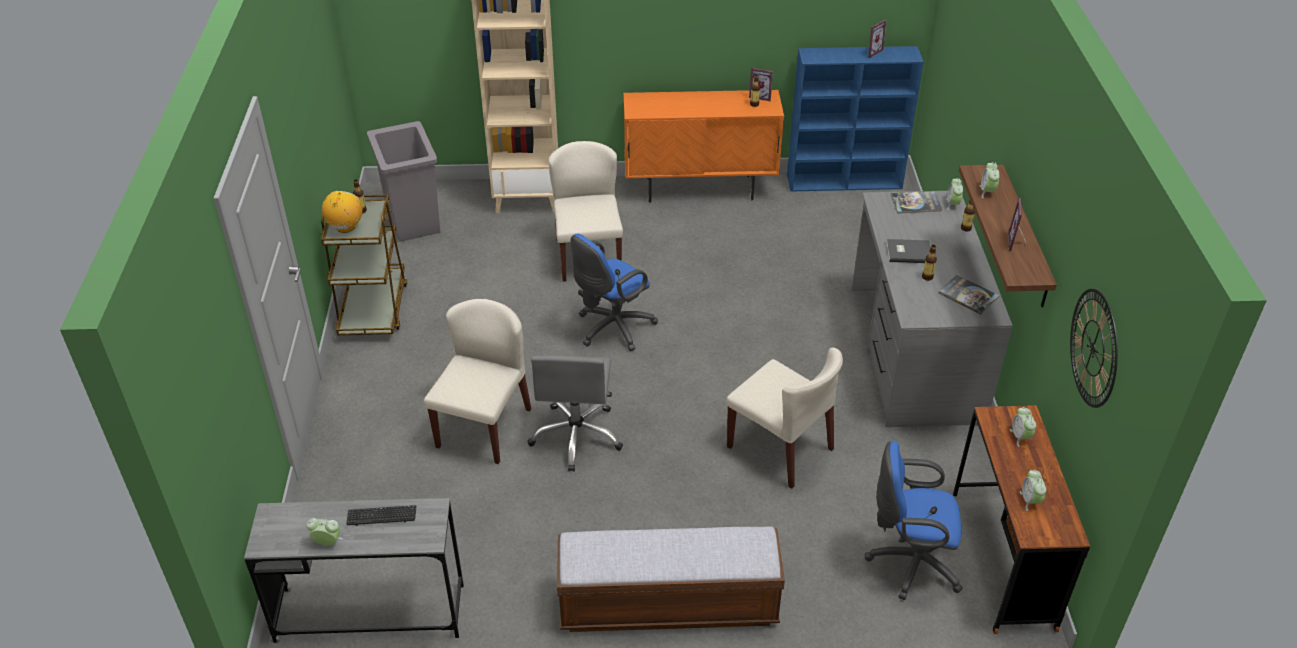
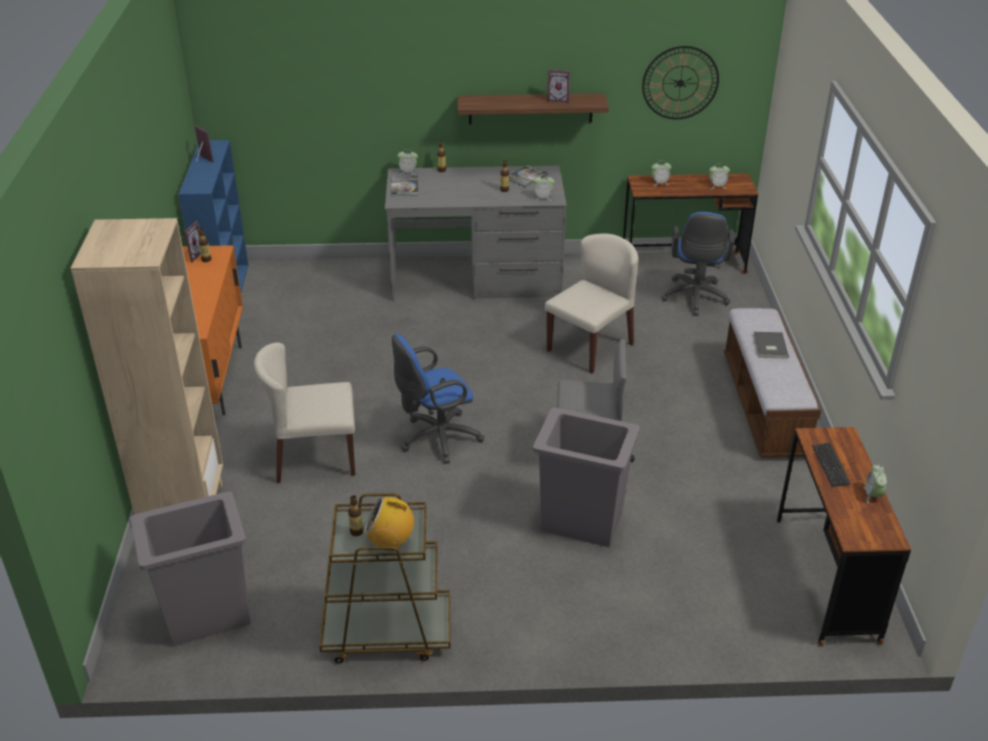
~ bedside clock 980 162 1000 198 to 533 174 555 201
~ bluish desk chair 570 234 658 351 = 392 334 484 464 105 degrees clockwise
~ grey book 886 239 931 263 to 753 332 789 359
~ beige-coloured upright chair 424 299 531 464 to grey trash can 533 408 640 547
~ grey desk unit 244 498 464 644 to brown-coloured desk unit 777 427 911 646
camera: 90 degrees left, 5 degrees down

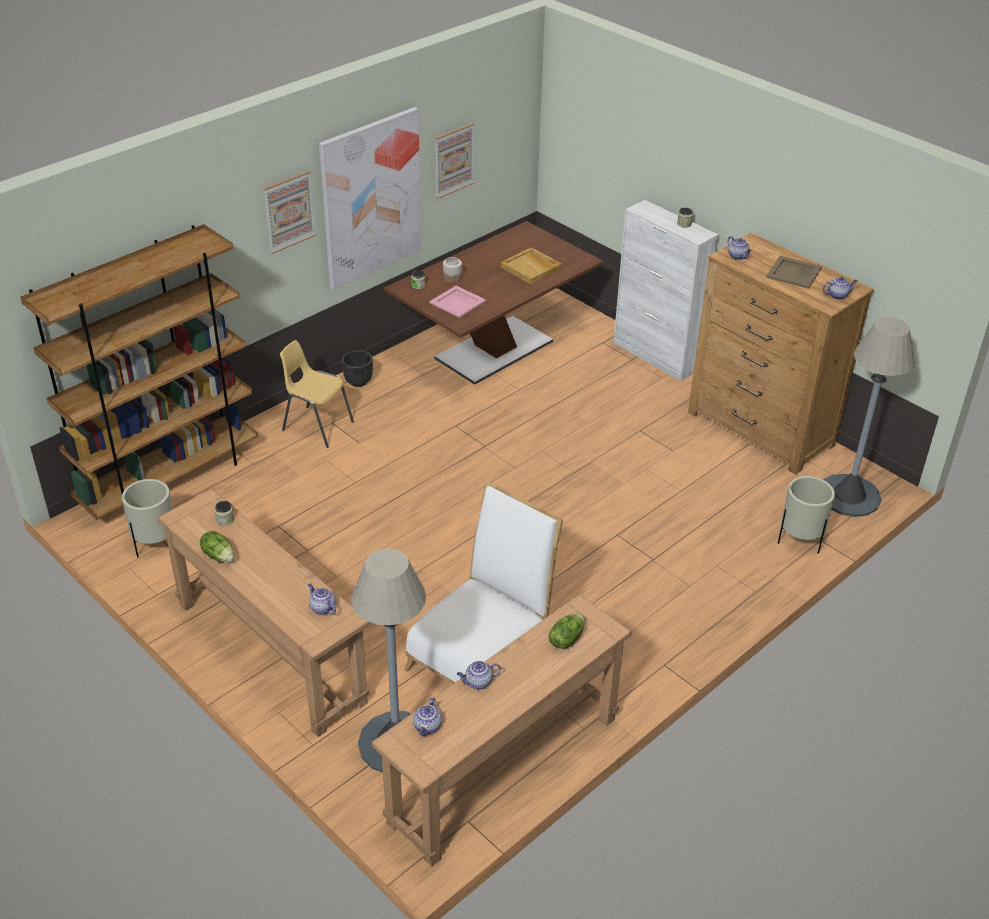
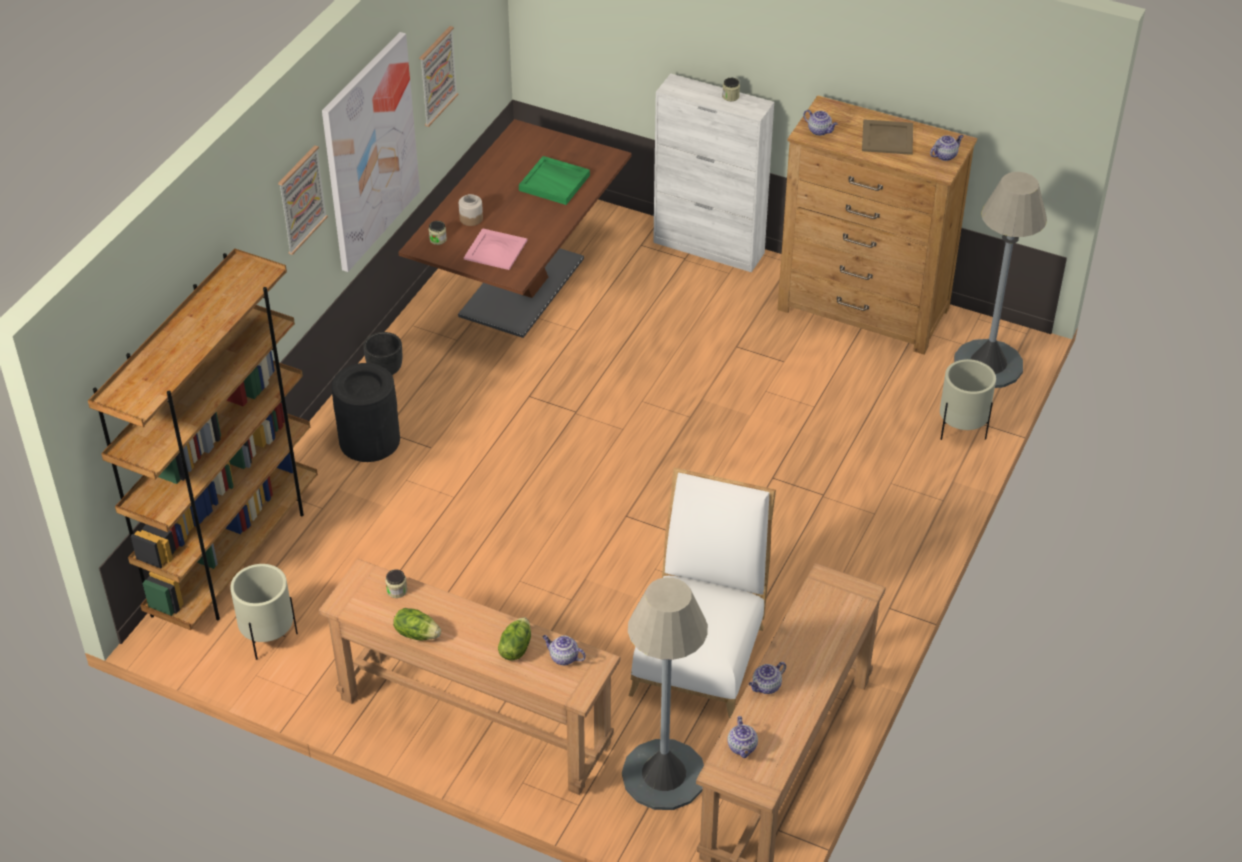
~ beige-coloured carrying tray 500 247 562 284 to green carrying tray 519 156 590 205
~ yellow-coloured upright chair 280 340 354 448 to blackish trash can 332 363 400 462
~ lettuce head 549 614 585 649 to 498 617 531 661
camera: 20 degrees left, 5 degrees up

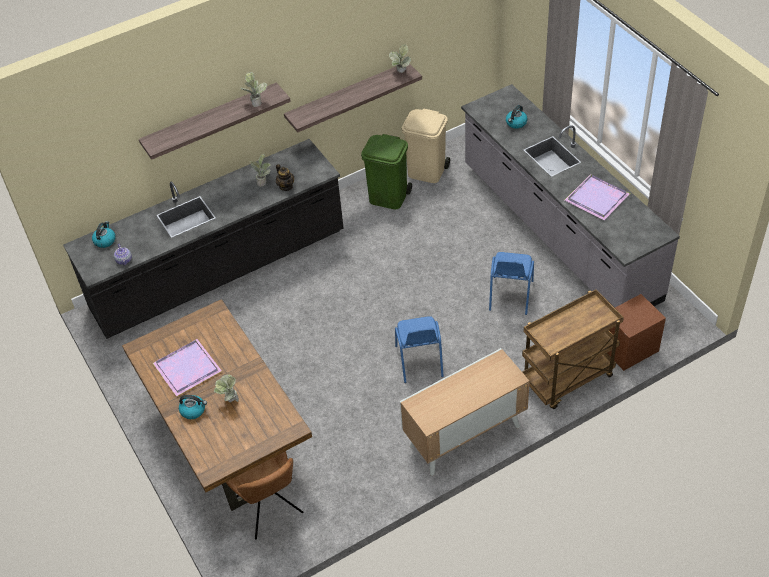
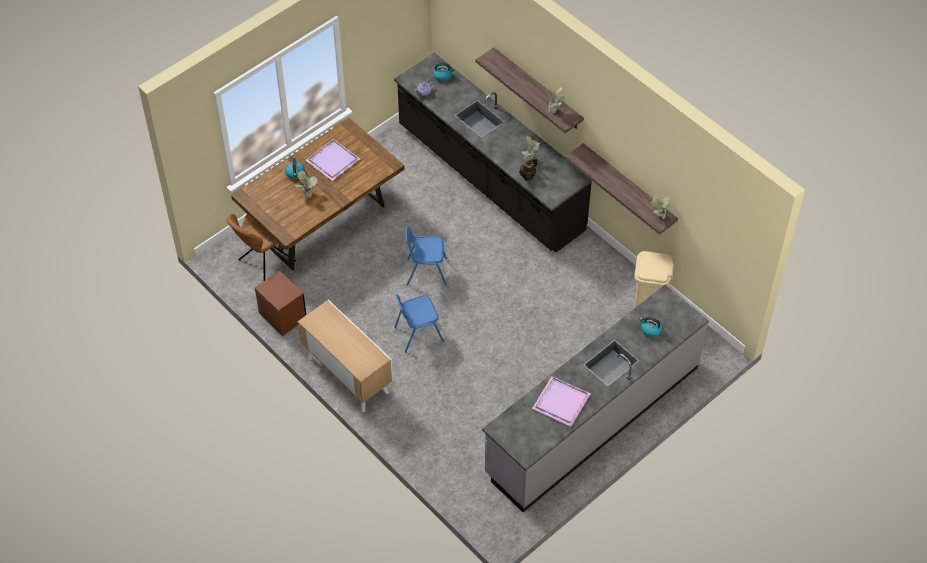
- green trash can 361 134 412 209
~ bluish upright chair 489 252 534 315 to 406 226 447 286
- brown-coloured trolley 522 289 624 409
~ brown-coloured bedside table 608 294 666 371 to 255 270 306 336
camera: 75 degrees right, 5 degrees up

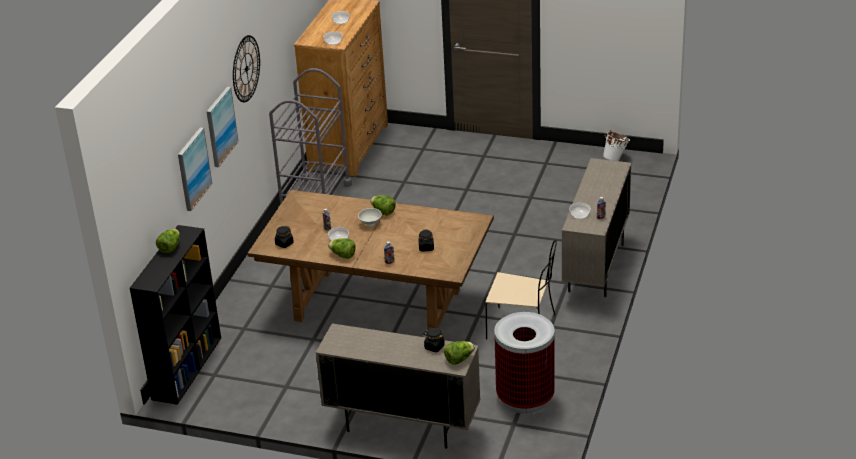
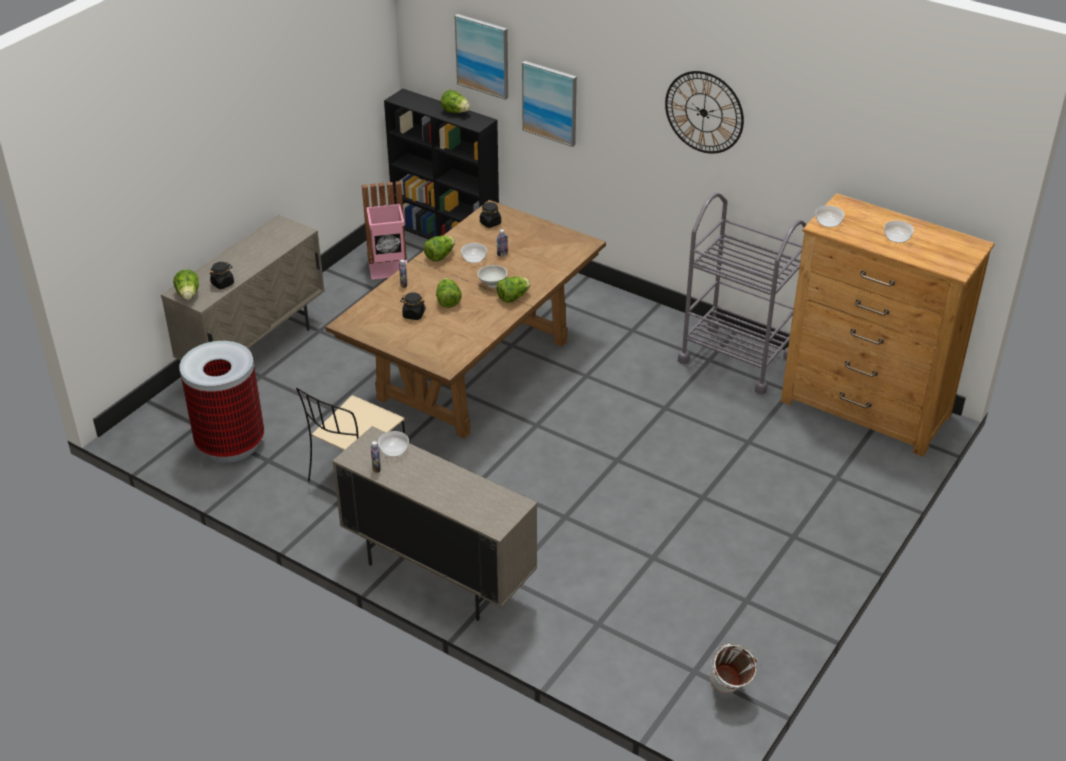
~ wall picture 206 87 239 167 to 455 14 508 100
+ pinkish trash can 362 181 407 280
+ lettuce head 436 278 462 308
camera: 105 degrees right, 5 degrees up

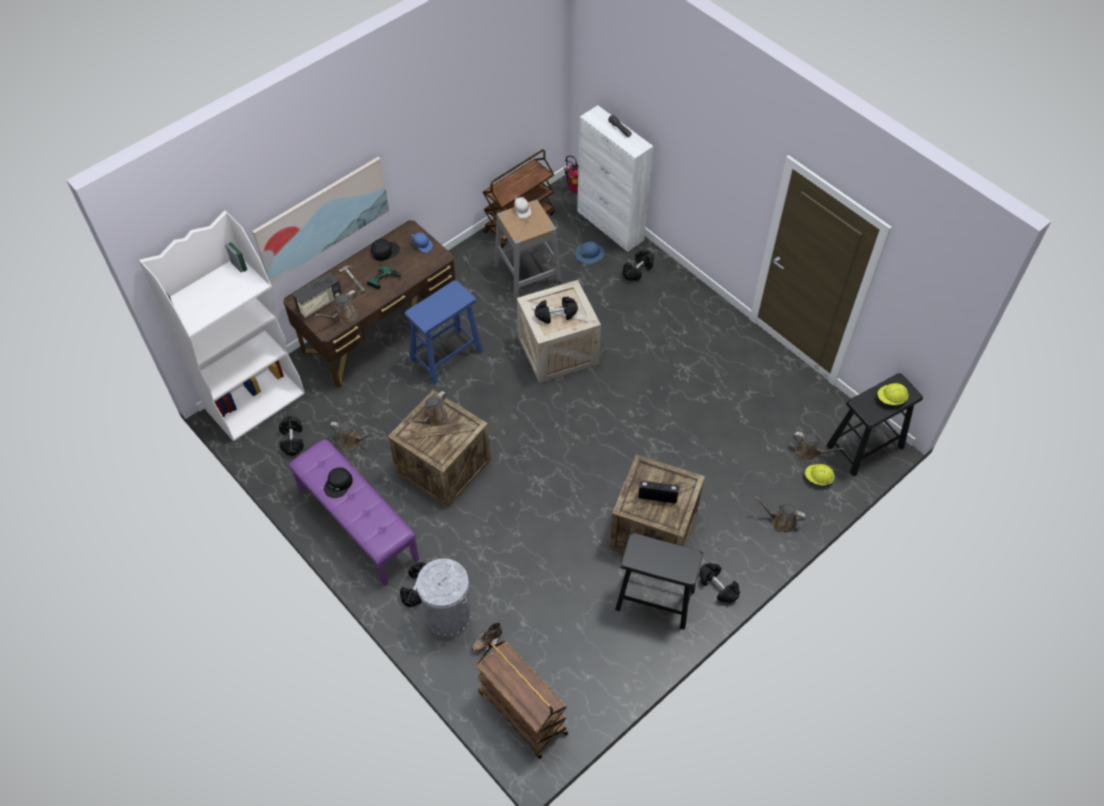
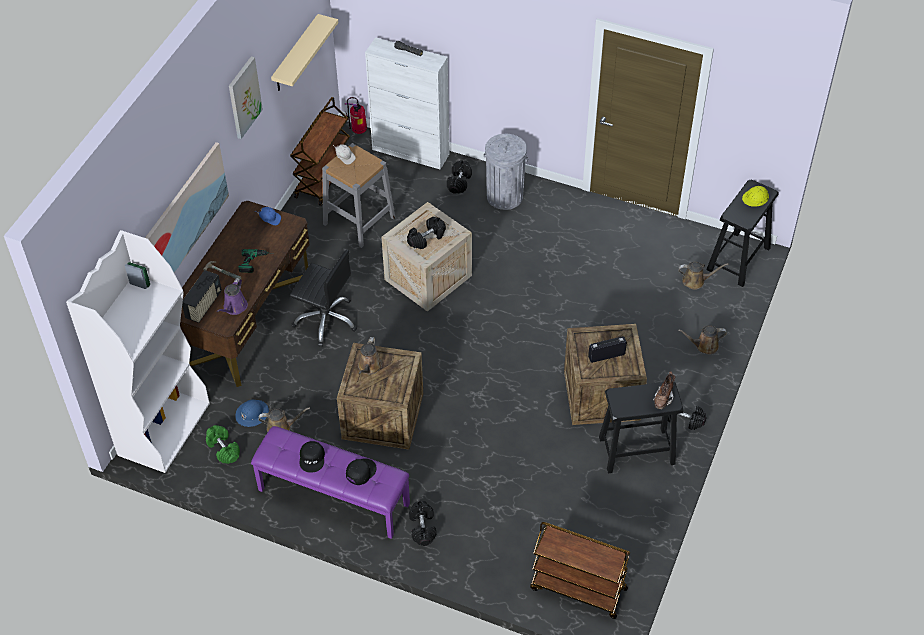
~ blackish cap 371 239 400 261 to 346 458 377 485
~ bluish work helmet 575 241 605 264 to 235 400 269 427
~ bluish stool seat 404 281 483 385 to blackish desk chair 290 250 357 346
~ brown-coloured sprinkling can 315 290 358 324 to purple sprinkling can 217 278 248 315
~ blackish dumbbell 279 416 304 456 to green dumbbell 206 425 240 464
- yellow-coloured work helmet 805 464 835 486
~ grey trash can 417 558 471 637 to 484 134 528 210
~ brown-coloured tall boot 471 621 502 653 to 653 371 675 409
+ beige-coloured shelf 271 14 338 91
+ wall picture 229 56 263 139
camera: 25 degrees left, 5 degrees down

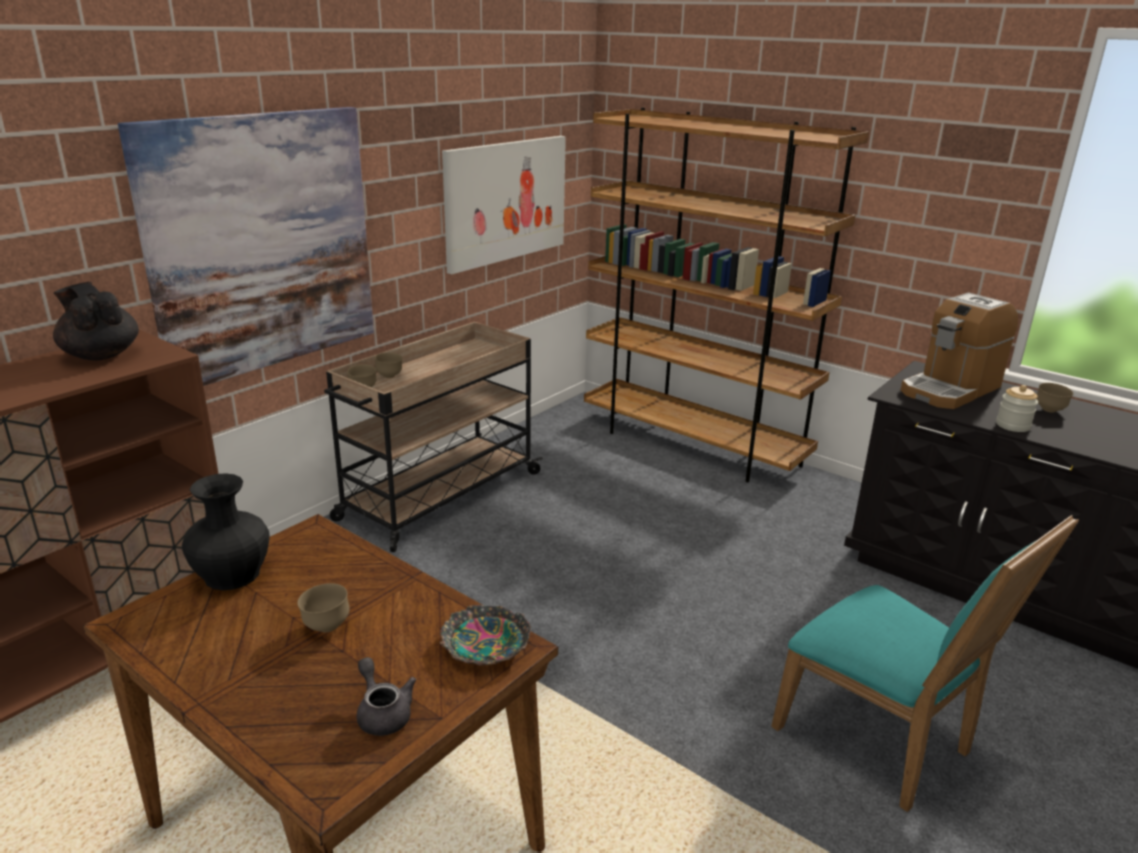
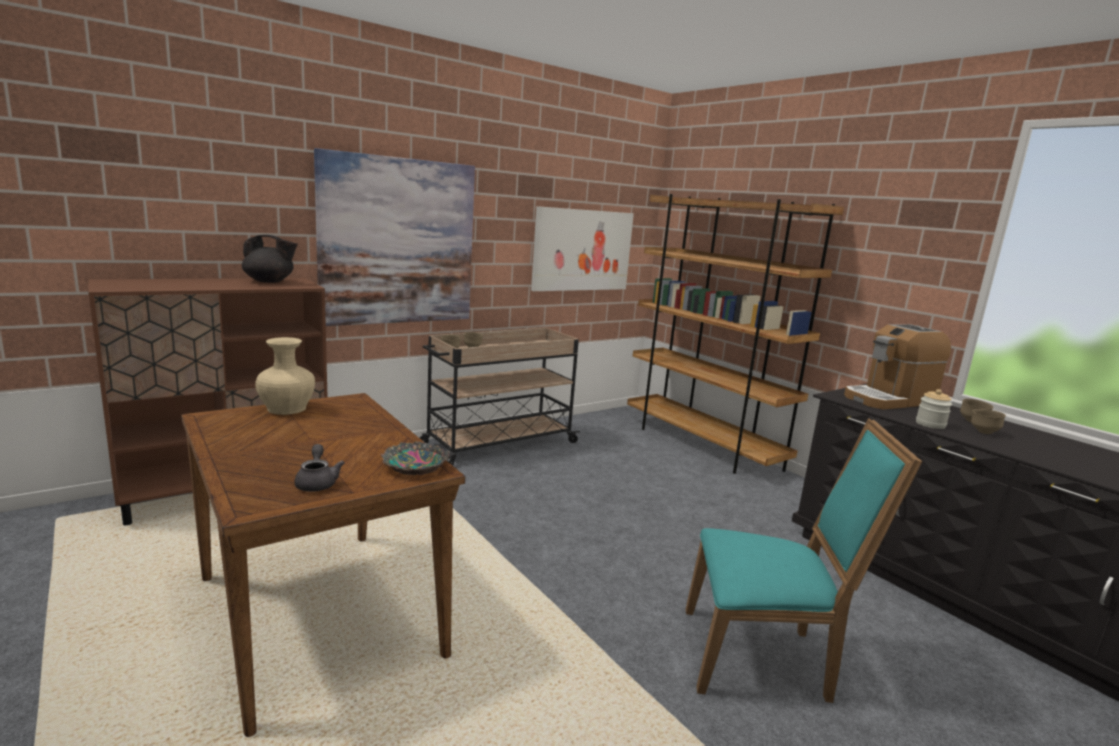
~ blackish pot for tea 53 282 139 360 = 242 235 298 283 120 degrees clockwise
~ blackish vase 182 473 270 590 to beige-coloured vase 255 337 315 415
~ turquoise-coloured upright chair 771 515 1079 812 = 686 418 922 703 60 degrees counterclockwise
~ brown-coloured deep dish 297 583 350 632 to 971 409 1006 434
camera: 15 degrees right, 10 degrees down

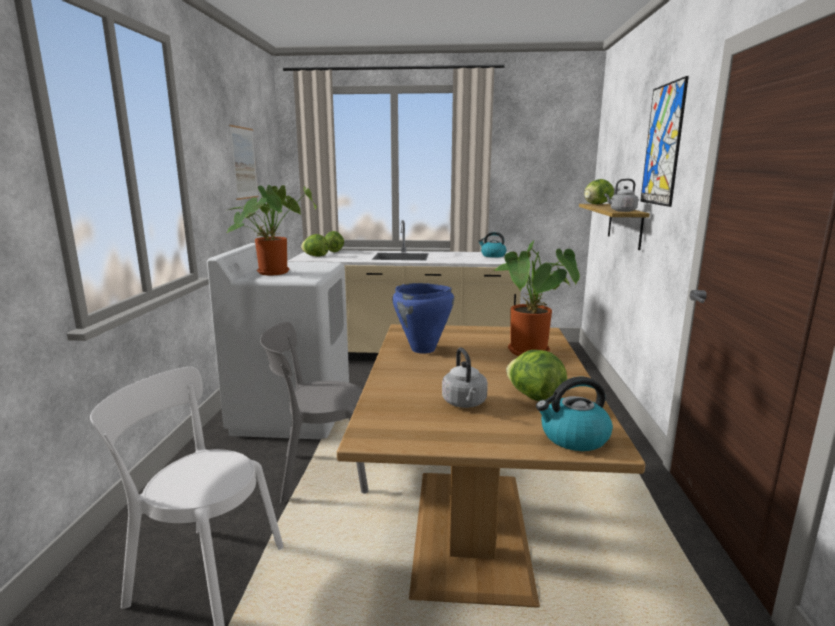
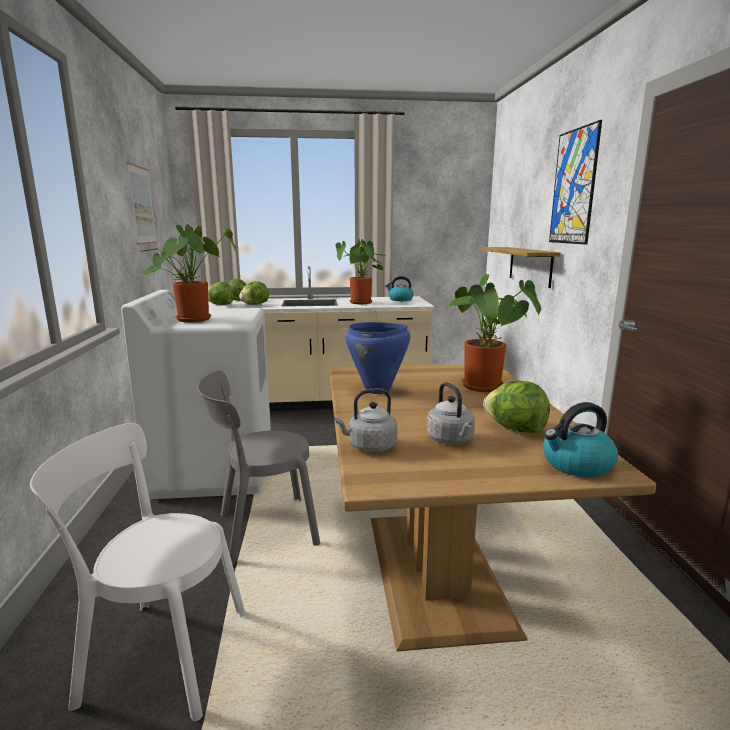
~ lettuce head 584 179 614 204 to 239 281 269 305
~ grey kettle 604 179 638 212 to 334 388 398 452
+ houseplant 335 239 386 304
camera: 10 degrees left, 0 degrees up

